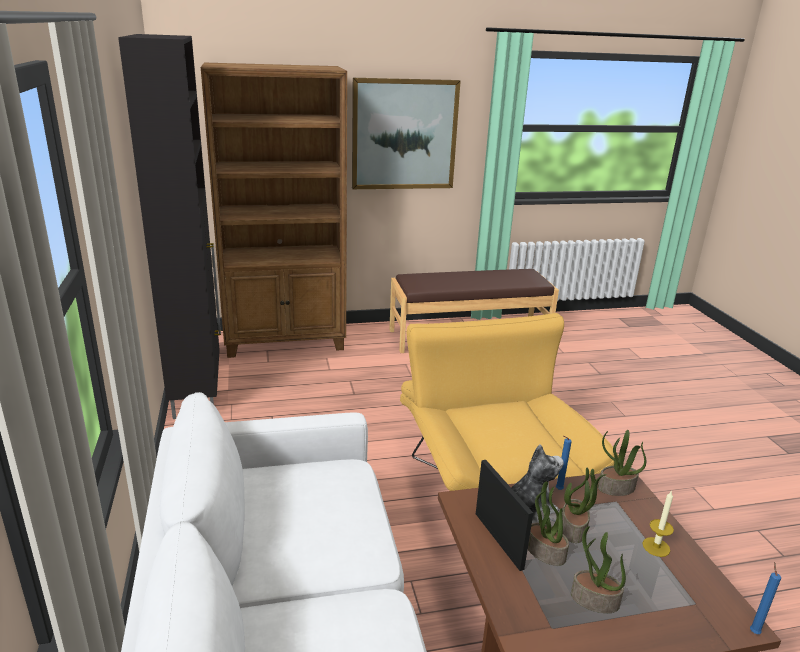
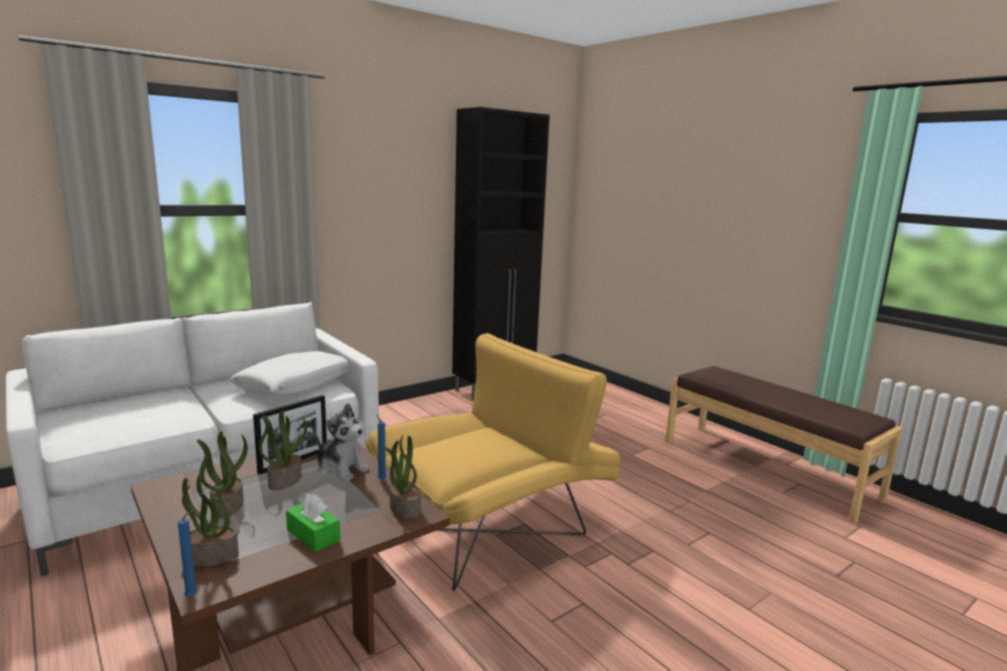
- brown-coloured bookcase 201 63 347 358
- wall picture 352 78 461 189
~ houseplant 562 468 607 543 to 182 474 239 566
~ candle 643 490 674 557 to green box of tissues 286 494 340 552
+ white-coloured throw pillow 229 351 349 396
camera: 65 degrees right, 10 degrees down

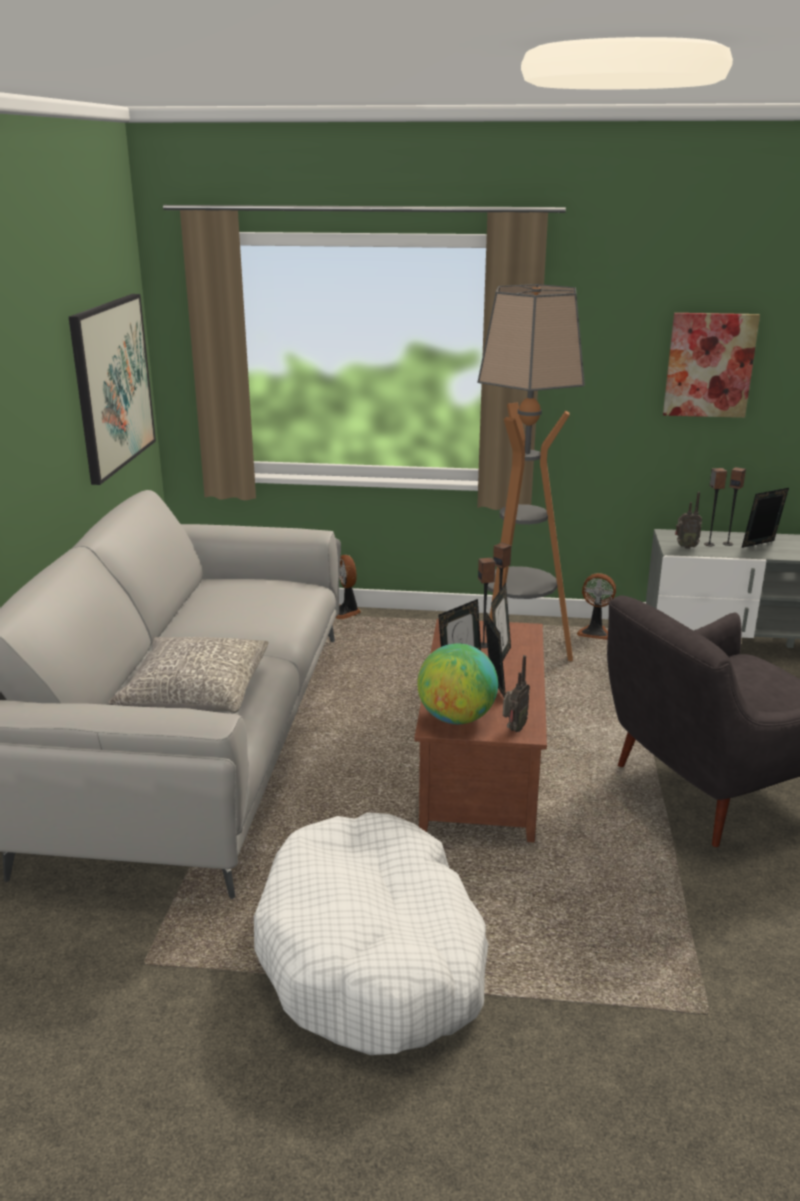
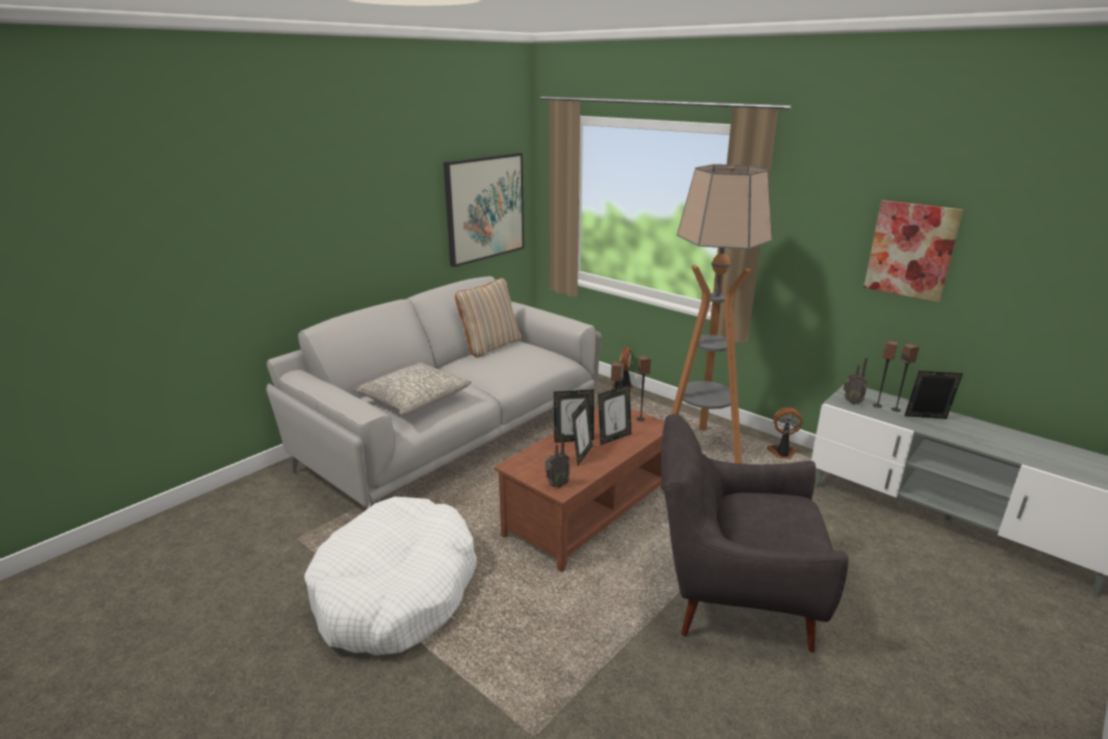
~ cooling fan 577 573 616 640 = 767 407 803 459 135 degrees clockwise
- world globe 417 643 498 724
+ beige-coloured throw pillow 455 278 522 358
camera: 35 degrees right, 0 degrees up

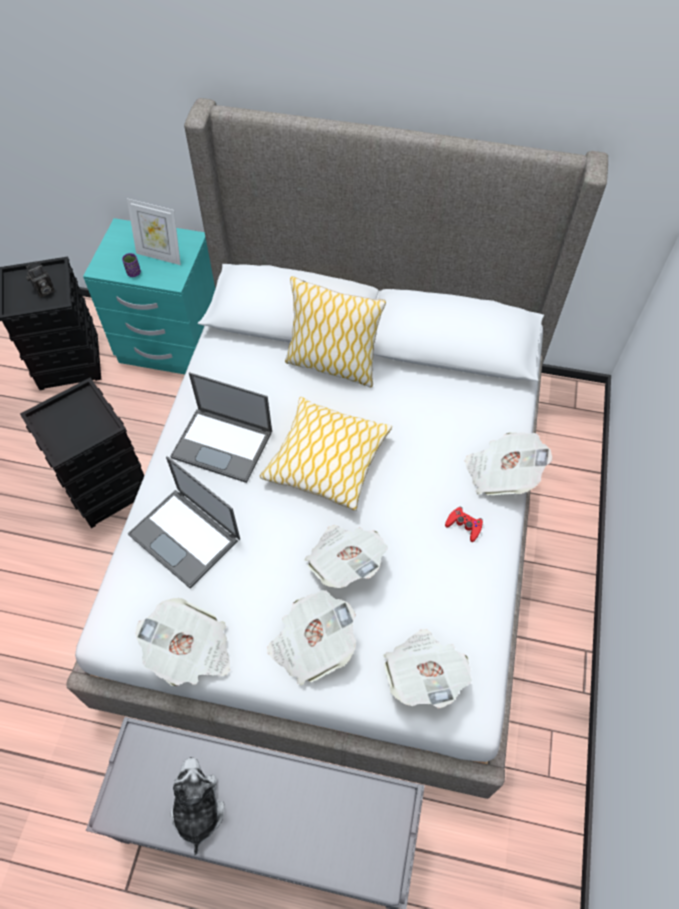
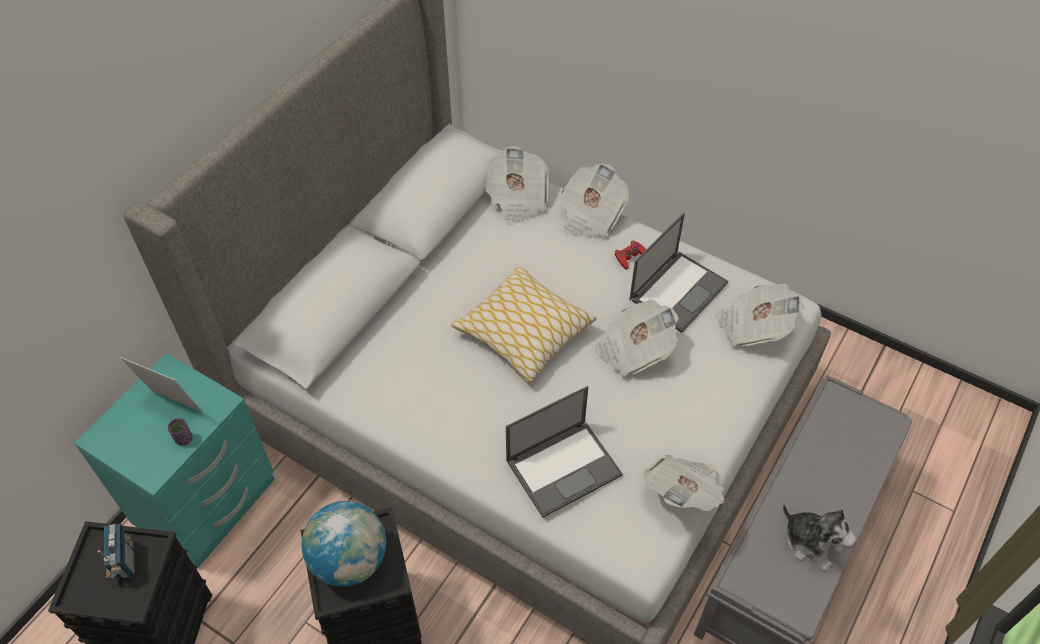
~ picture frame 127 198 181 265 = 120 357 203 412 105 degrees counterclockwise
~ still camera 26 261 55 298 to radio 98 523 135 579
- throw pillow 285 276 386 387
~ portable computer 170 372 272 483 to 629 213 728 333
~ daily paper 267 590 356 686 to 485 146 549 225
~ plush toy 171 757 225 855 = 783 504 857 572 150 degrees counterclockwise
+ world globe 302 501 386 587
camera: 70 degrees left, 5 degrees down

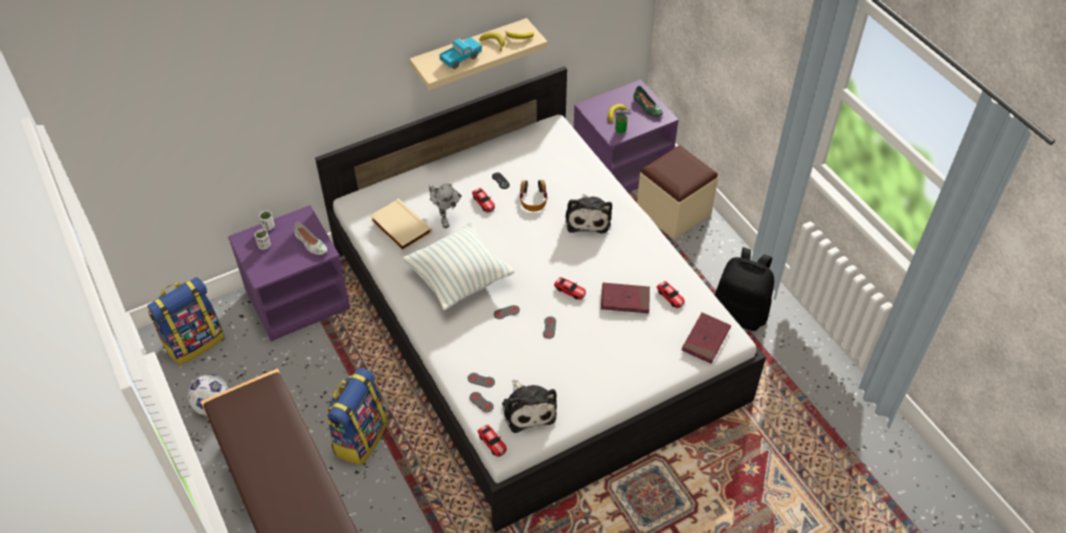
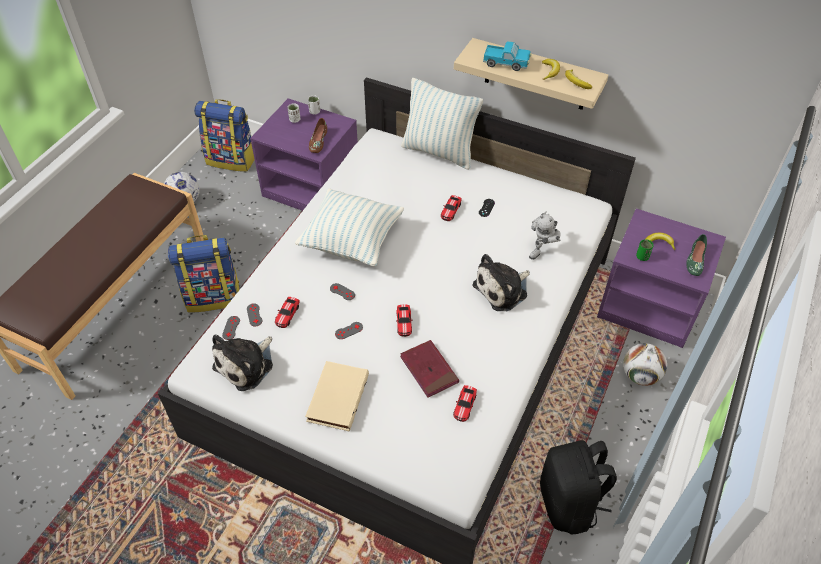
~ beige-coloured pouffe 637 145 718 239 to football 623 343 667 386
- headphones 520 180 547 211
~ model robot 429 183 462 228 to 529 211 561 260
~ beige-coloured book 370 198 432 251 to 305 361 369 431
~ white-coloured low shoe 294 222 327 255 to brown-coloured low shoe 309 118 327 153
- red-coloured book 682 312 731 363
~ model car 478 425 507 457 to 275 297 300 328
+ throw pillow 401 78 483 169
camera: 55 degrees right, 0 degrees up

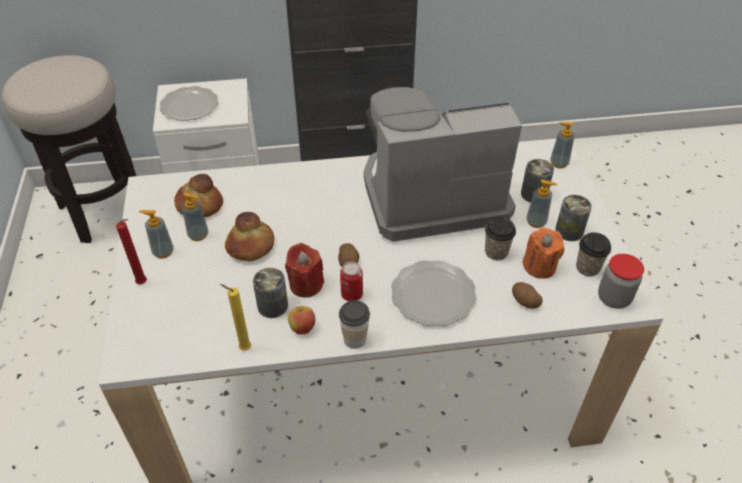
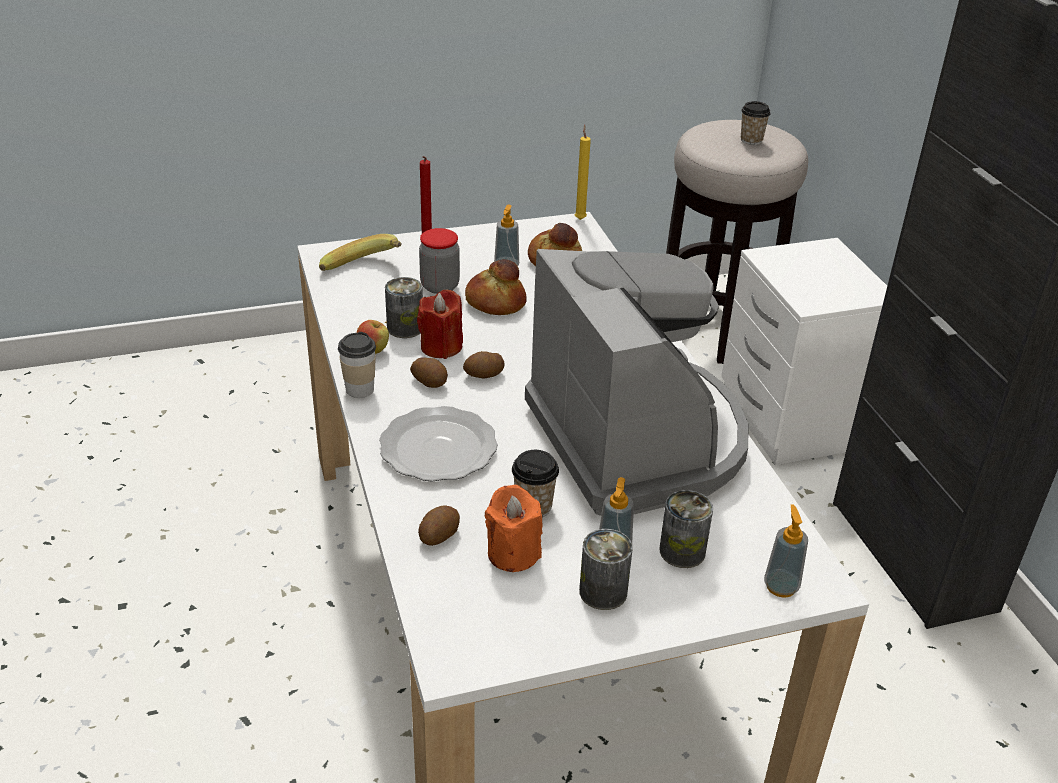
- dinner plate 160 86 218 121
- soap dispenser 139 210 174 259
~ drinking cup 576 232 611 277 to 741 101 771 145
~ jar 598 254 644 309 to 419 228 460 294
~ metal can 340 261 363 301 to potato 410 357 448 388
~ yellow-coloured candle 220 284 251 351 to 575 125 591 220
+ banana fruit 319 234 402 271
camera: 80 degrees right, 10 degrees down

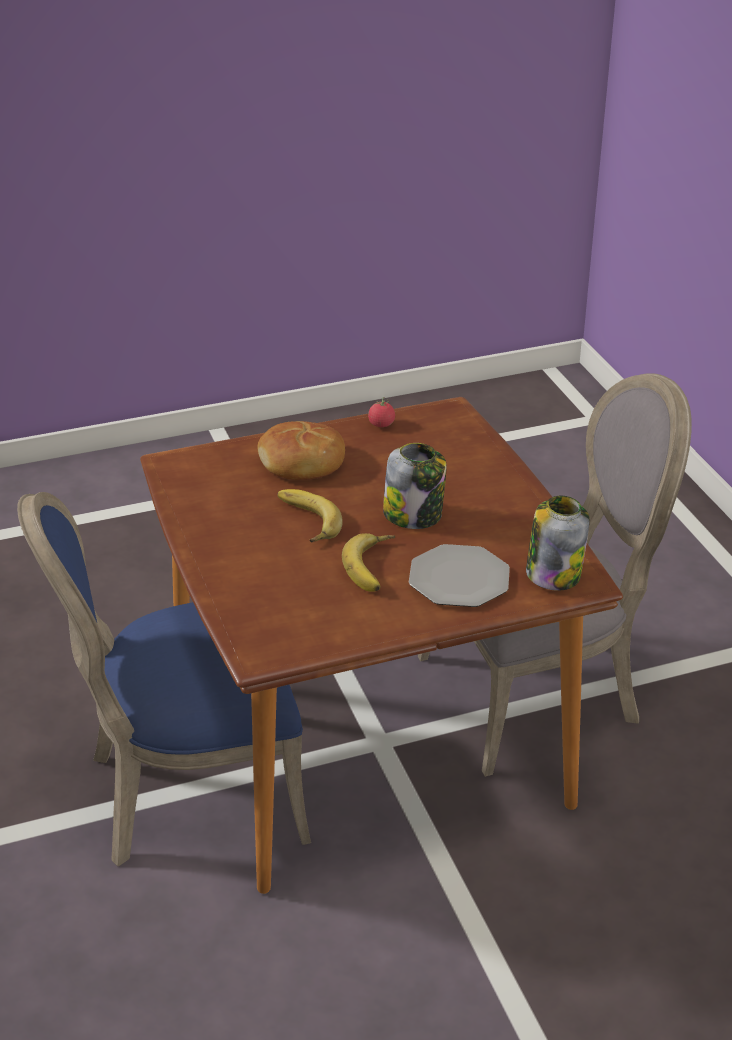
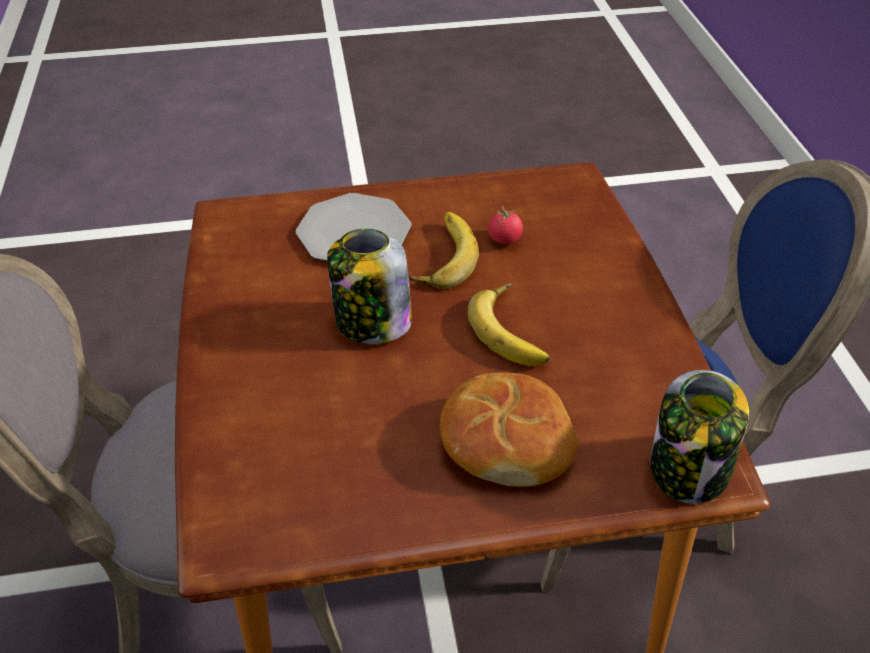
~ tomato 368 397 395 427 to 488 206 523 244
~ jar 526 496 590 591 to 650 370 749 504
camera: 170 degrees left, 10 degrees up

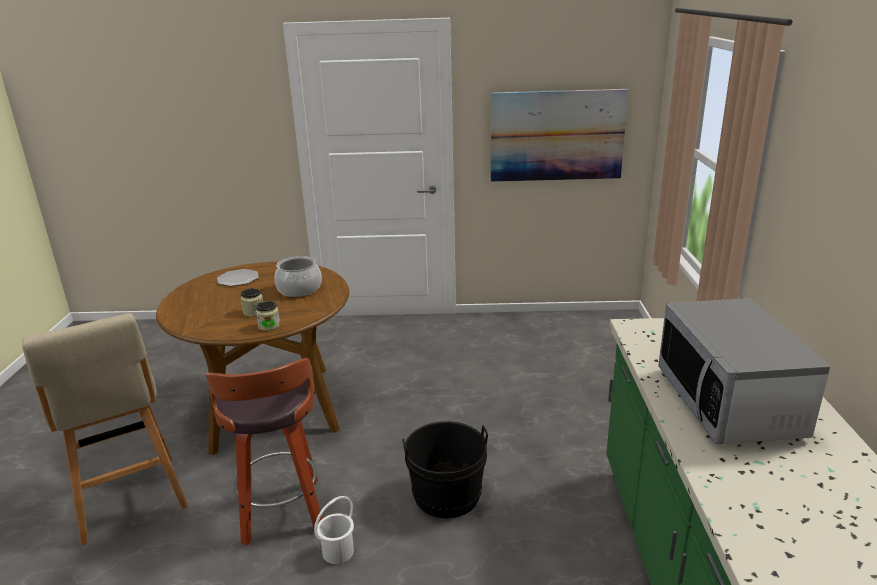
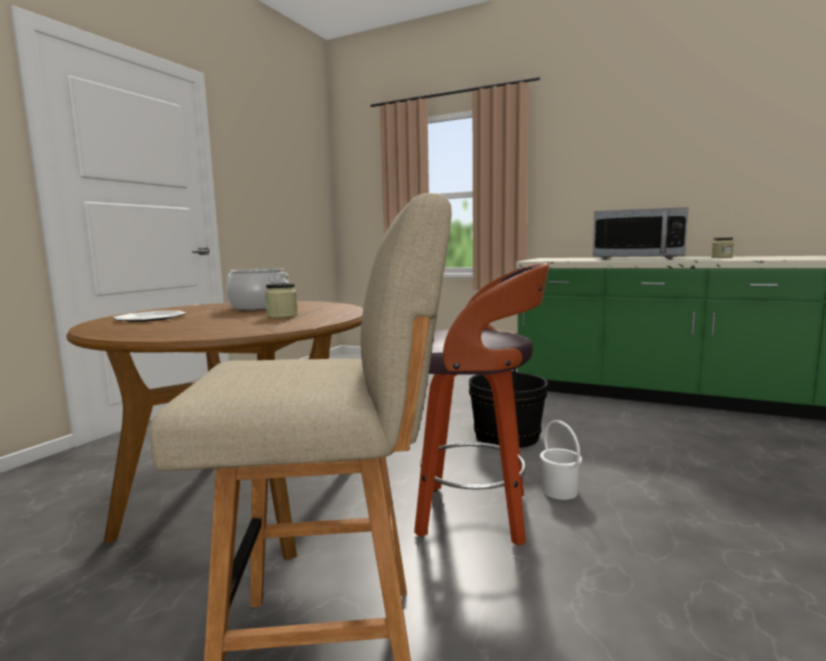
- wall picture 491 89 628 182
~ jar 256 301 280 331 to 711 238 734 258
camera: 65 degrees left, 15 degrees down

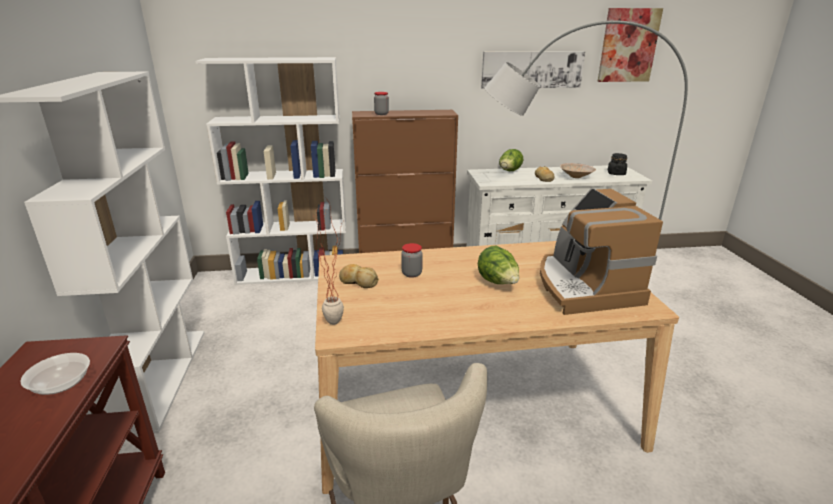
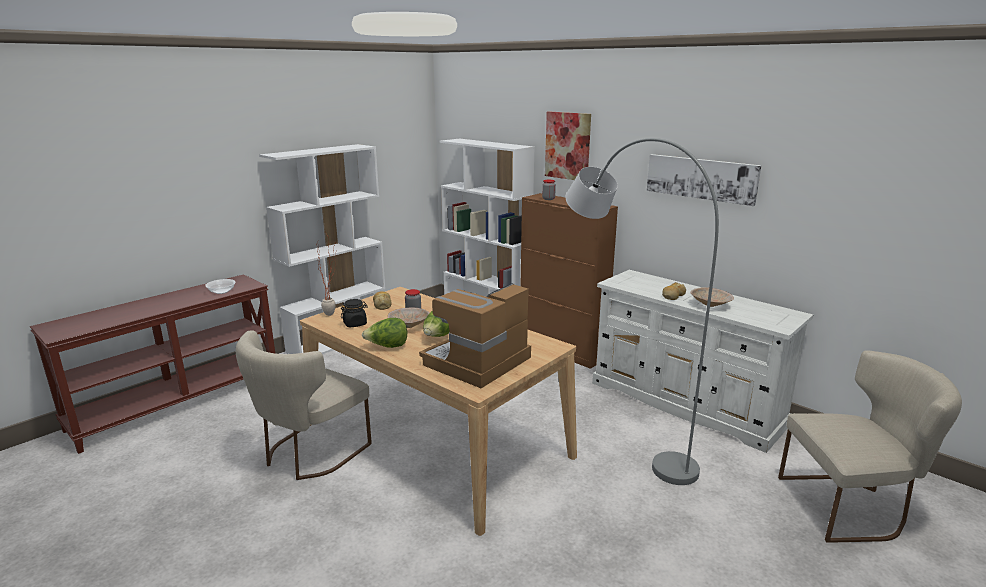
~ wall picture 598 8 663 82 to 545 111 591 180
~ lettuce head 499 149 523 171 to 362 318 408 348
~ blackish jar 608 153 627 175 to 341 299 368 327
+ beige-coloured deep dish 387 307 430 328
+ beige-coloured upright chair 778 350 962 543
camera: 50 degrees right, 5 degrees down

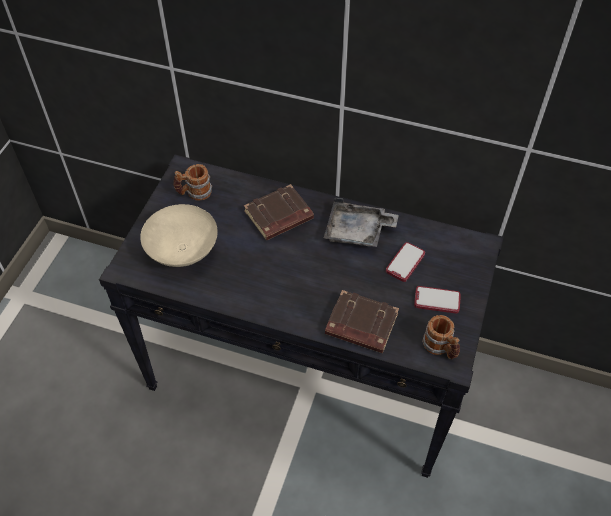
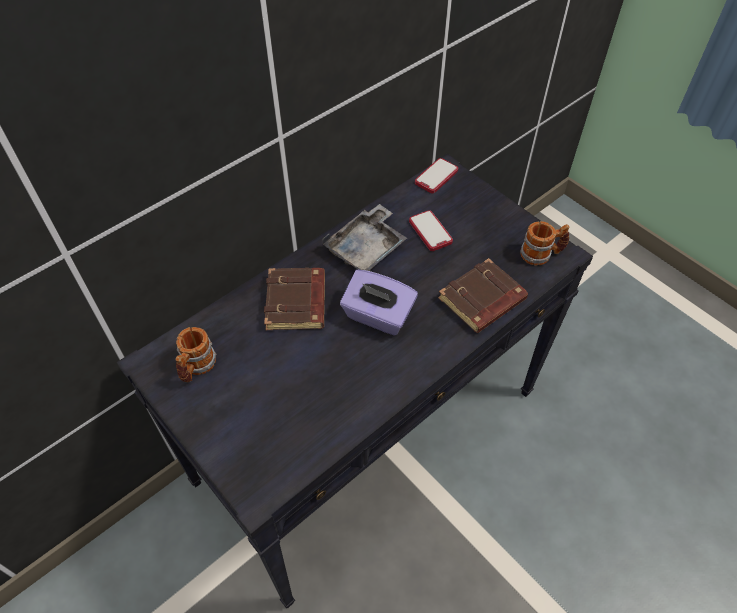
- beige-coloured deep dish 140 204 218 267
~ handset 414 286 461 313 to 415 158 458 193
+ purple box of tissues 340 270 418 335
camera: 60 degrees left, 0 degrees up

